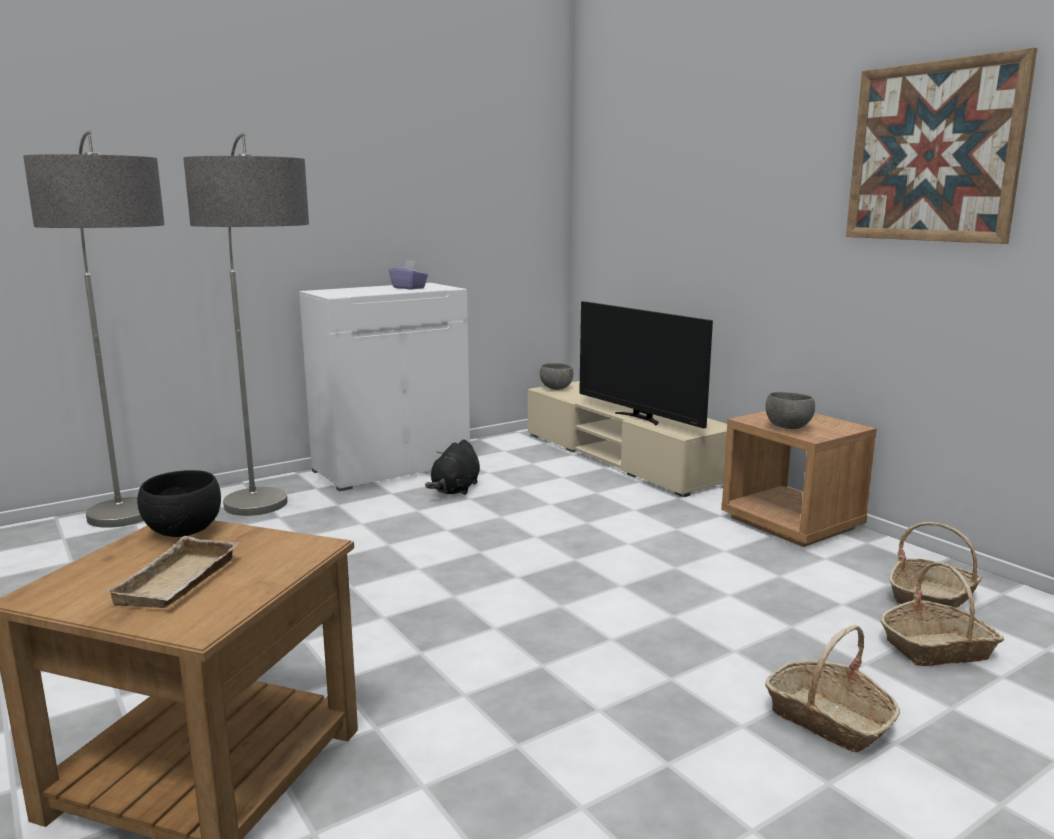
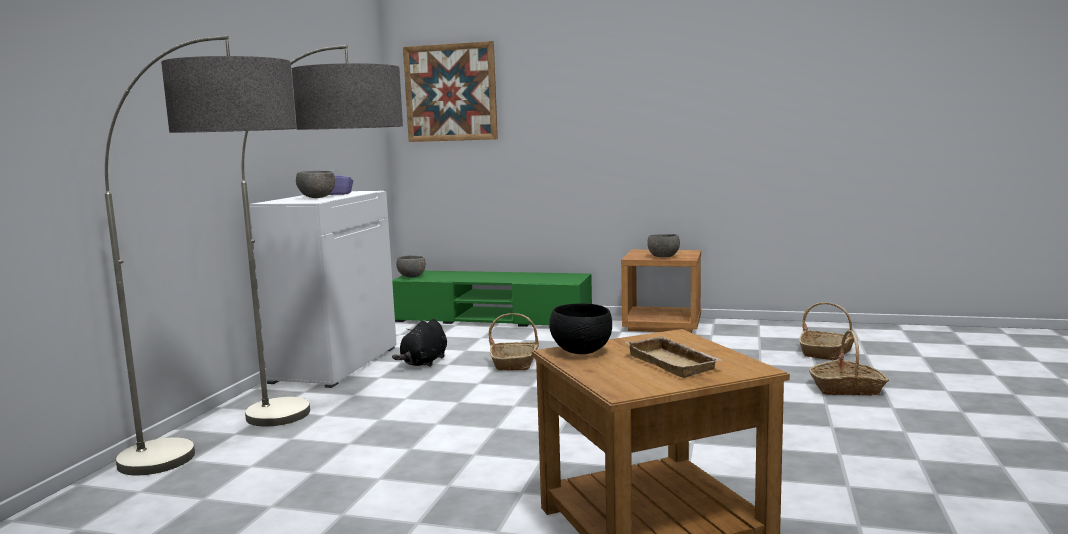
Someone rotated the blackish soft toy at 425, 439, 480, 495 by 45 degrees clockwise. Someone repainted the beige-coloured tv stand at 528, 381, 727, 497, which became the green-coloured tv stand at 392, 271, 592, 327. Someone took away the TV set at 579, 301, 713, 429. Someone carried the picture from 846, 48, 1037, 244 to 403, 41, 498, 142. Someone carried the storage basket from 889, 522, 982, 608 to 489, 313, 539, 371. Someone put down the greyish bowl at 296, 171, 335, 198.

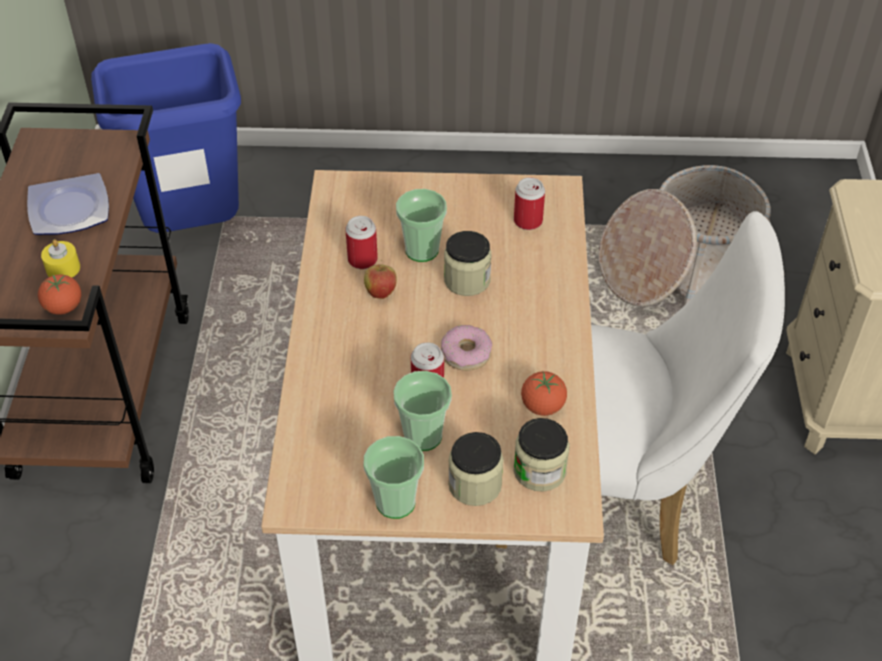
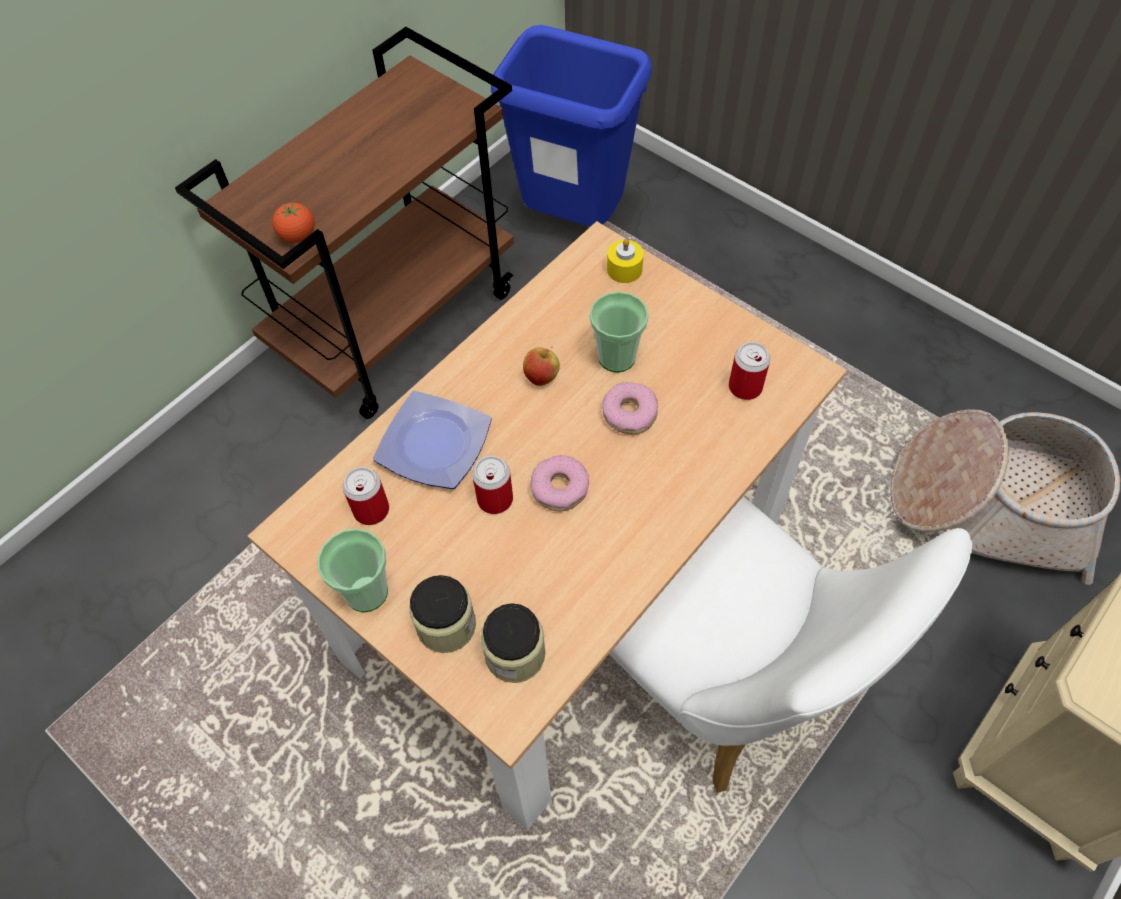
Someone carried the plate from 27, 173, 109, 235 to 373, 390, 492, 489. Someone carried the yellow wax candle from 41, 239, 80, 278 to 607, 239, 644, 283. Someone carried the can from 345, 216, 378, 269 to 343, 467, 389, 525. Someone took away the drinking cup at 393, 371, 452, 451. Someone swapped the jar at 444, 231, 492, 296 for the doughnut at 602, 382, 658, 434. Someone took away the fresh tomato at 521, 371, 567, 416.

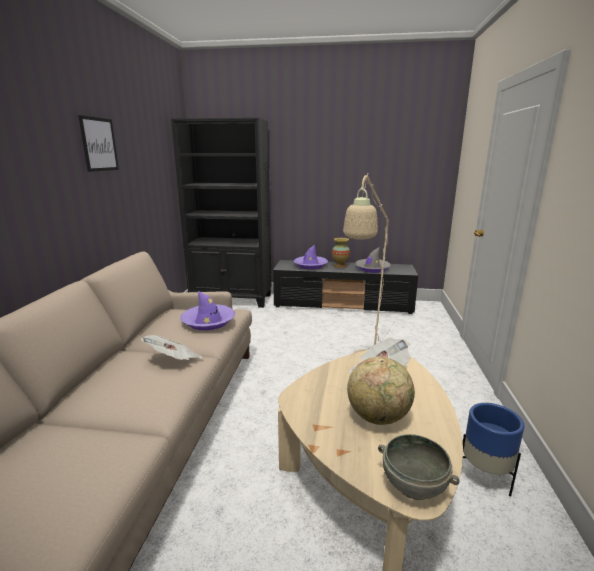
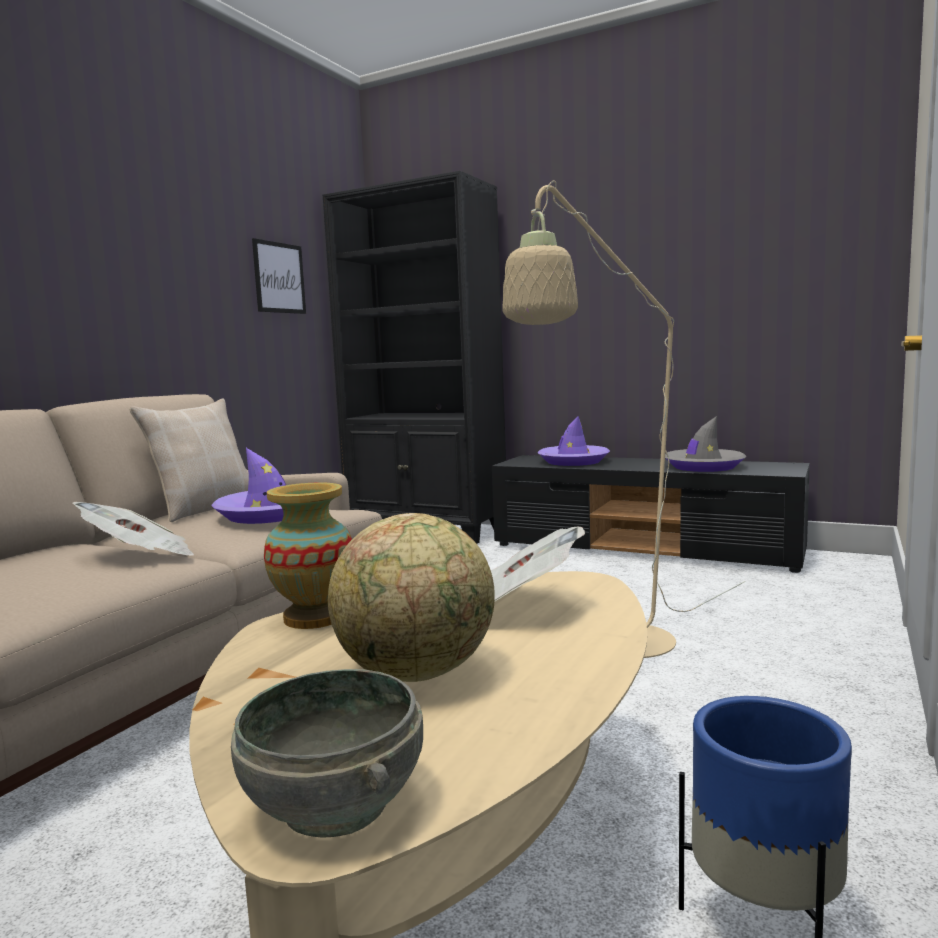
Someone carried the picture from 78, 115, 119, 172 to 252, 238, 306, 314. Someone carried the decorative vase from 332, 238, 350, 268 to 264, 482, 352, 629. Someone put down the beige-coloured cushion at 129, 398, 249, 522.

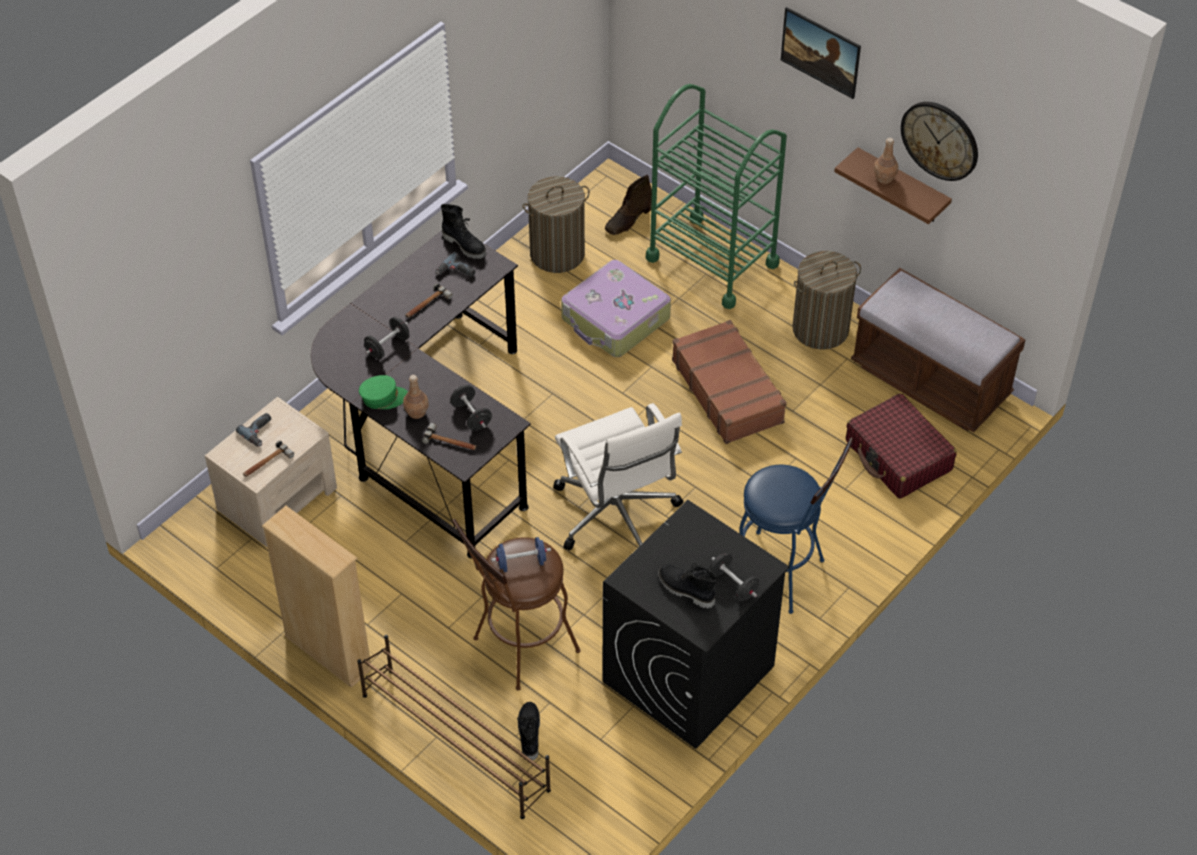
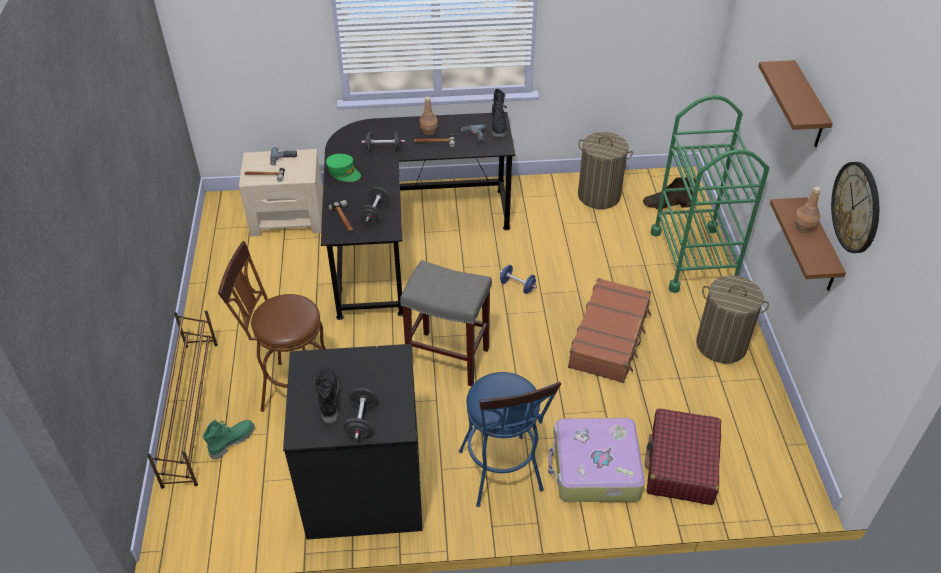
Someone took away the beige-coloured shelving unit at 262, 506, 372, 688. Someone carried the brownish drink bottle from 403, 375, 429, 419 to 419, 97, 438, 135. Someone carried the bluish free weight from 491, 537, 551, 572 to 499, 265, 537, 294. Someone repainted the blackish high-top boot at 517, 702, 540, 760, which became the green-coloured high-top boot at 203, 420, 255, 459. Someone swapped the white-coloured office chair at 553, 403, 684, 551 for the greyish stool at 400, 260, 492, 386. Someone carried the travel case from 561, 260, 671, 357 to 548, 418, 645, 502. Someone swapped the picture at 781, 7, 861, 99 for the brownish wall shelf at 758, 60, 833, 147. Someone took away the brownish indoor bench at 851, 268, 1026, 433.

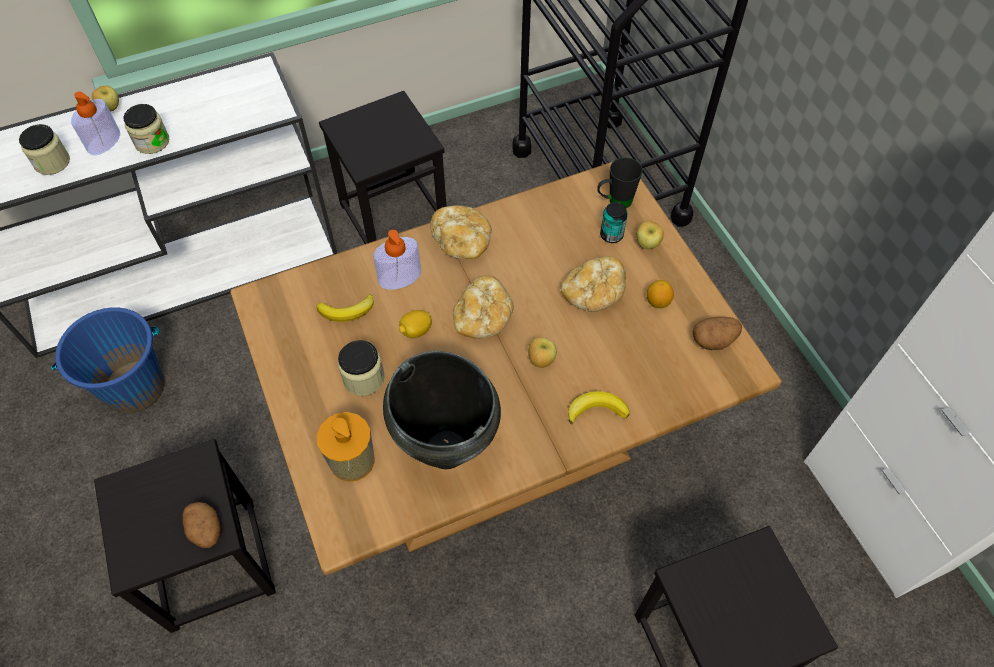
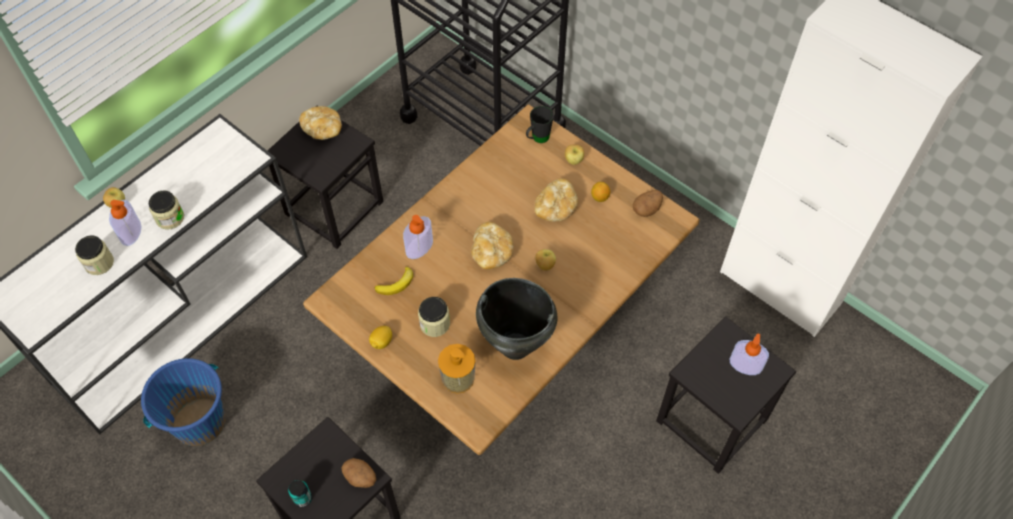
Someone carried the citrus fruit from 399, 310, 432, 338 to 369, 326, 392, 349. Someone carried the bread from 430, 205, 492, 259 to 299, 106, 342, 140. Someone took away the banana at 568, 391, 630, 424. Someone carried the can from 600, 202, 628, 243 to 288, 480, 312, 507. Someone put down the liquid soap bottle at 730, 333, 769, 375.

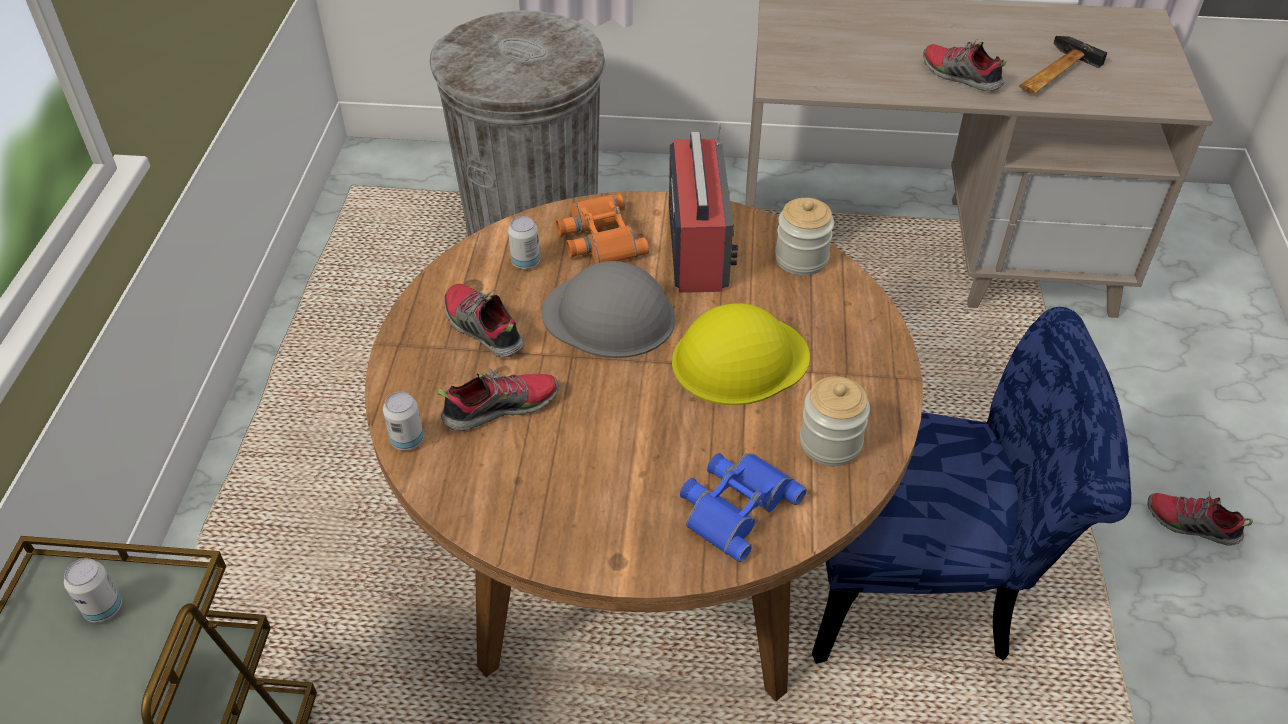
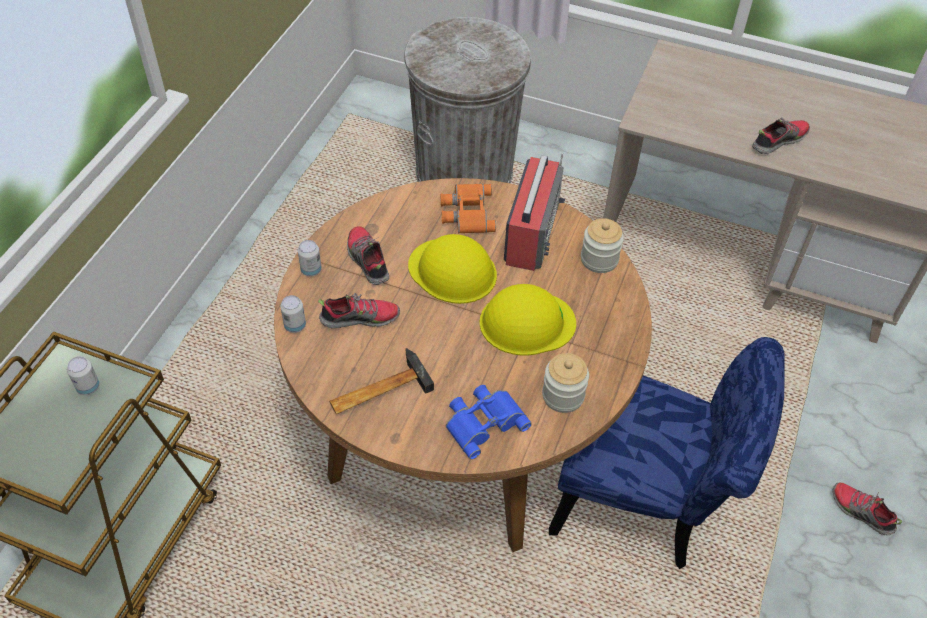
Someone carried the can from 508, 216, 540, 269 to 298, 240, 322, 277. Someone repainted the greyish hard hat at 542, 261, 675, 358, which became the yellow hard hat at 408, 234, 497, 304. Someone rotated the item of footwear at 923, 39, 1007, 91 by 90 degrees clockwise. Someone carried the hammer from 1019, 36, 1107, 94 to 329, 348, 434, 414.

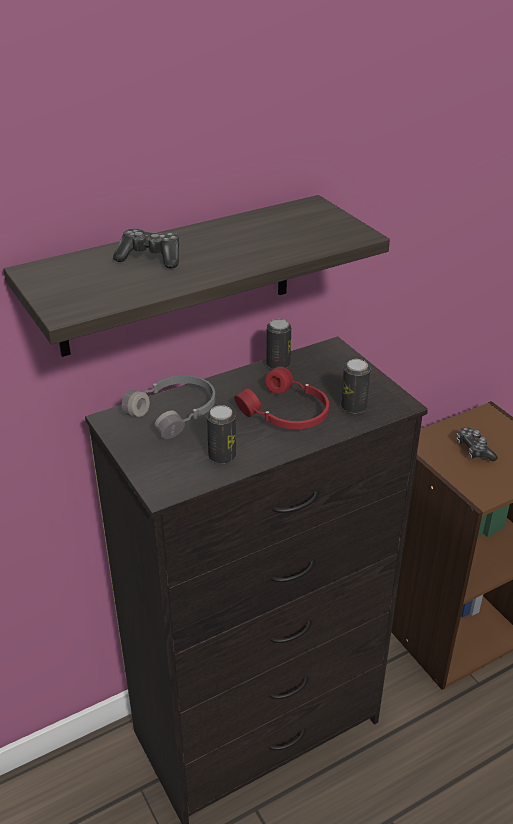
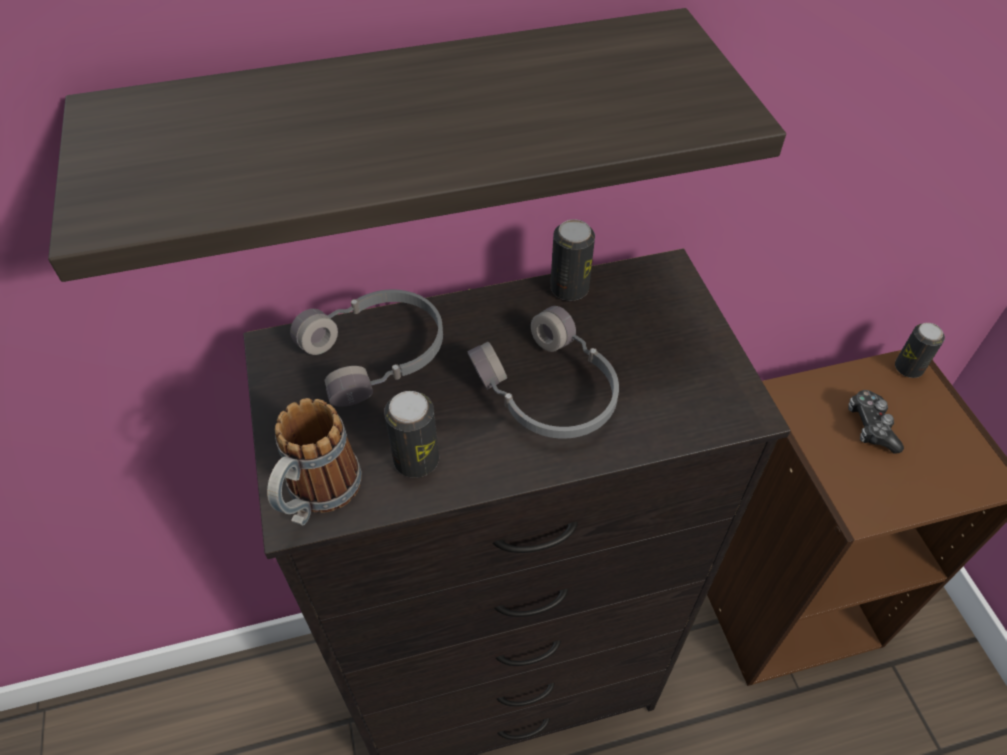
Someone took away the joypad at 113, 228, 179, 268. Someone repainted the reddish headset at 234, 366, 329, 429, which became the greyish headset at 468, 306, 619, 439. Someone carried the can from 341, 359, 371, 414 to 895, 323, 945, 378. Someone put down the tea mug at 267, 398, 362, 526.

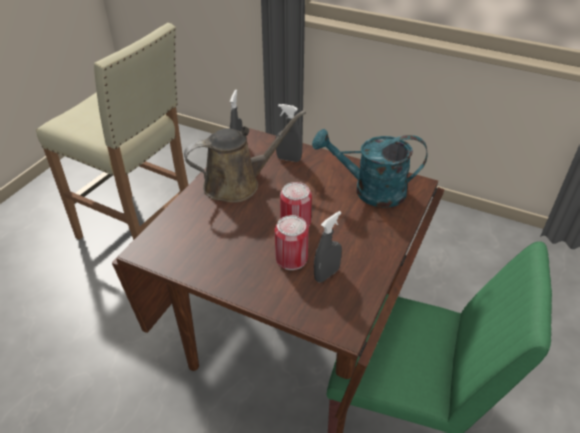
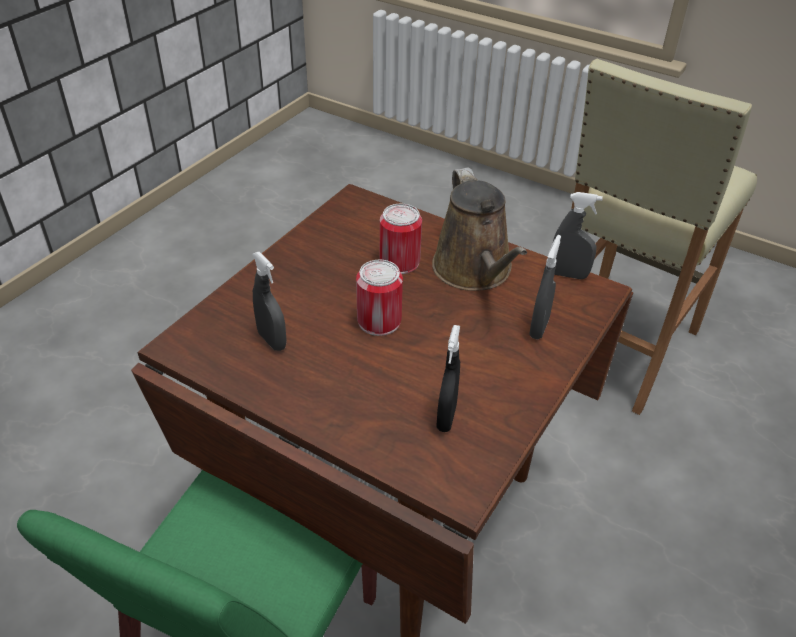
Someone carried the can from 275, 215, 309, 270 to 380, 204, 422, 274. Someone swapped the turquoise watering can at 312, 129, 428, 208 for the blackish spray bottle at 436, 325, 460, 432.

